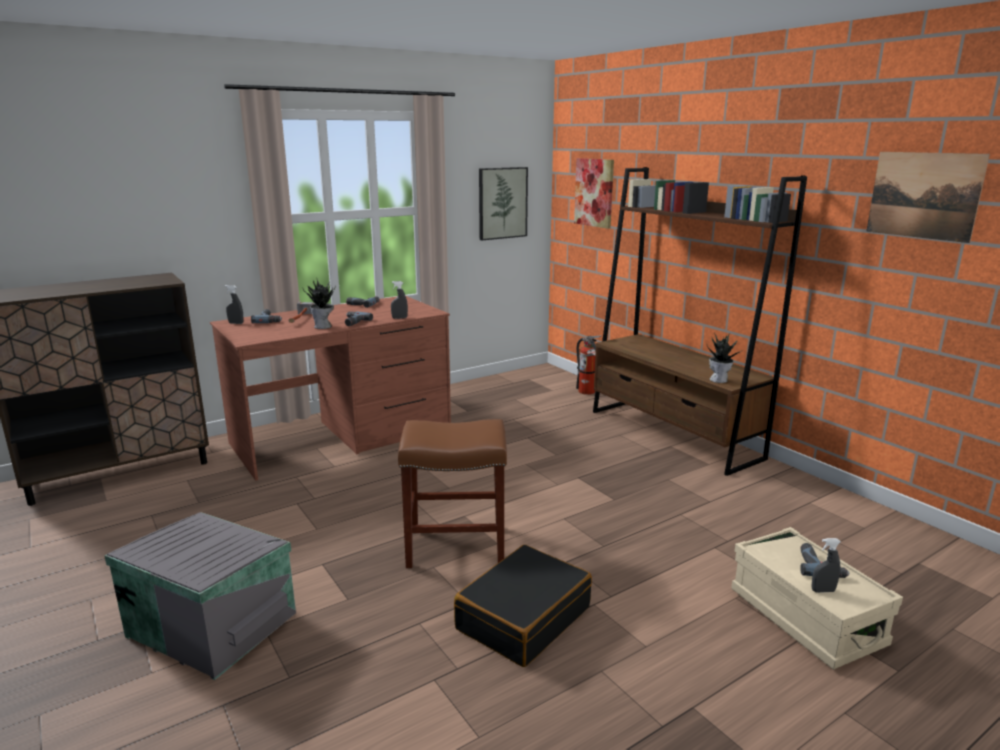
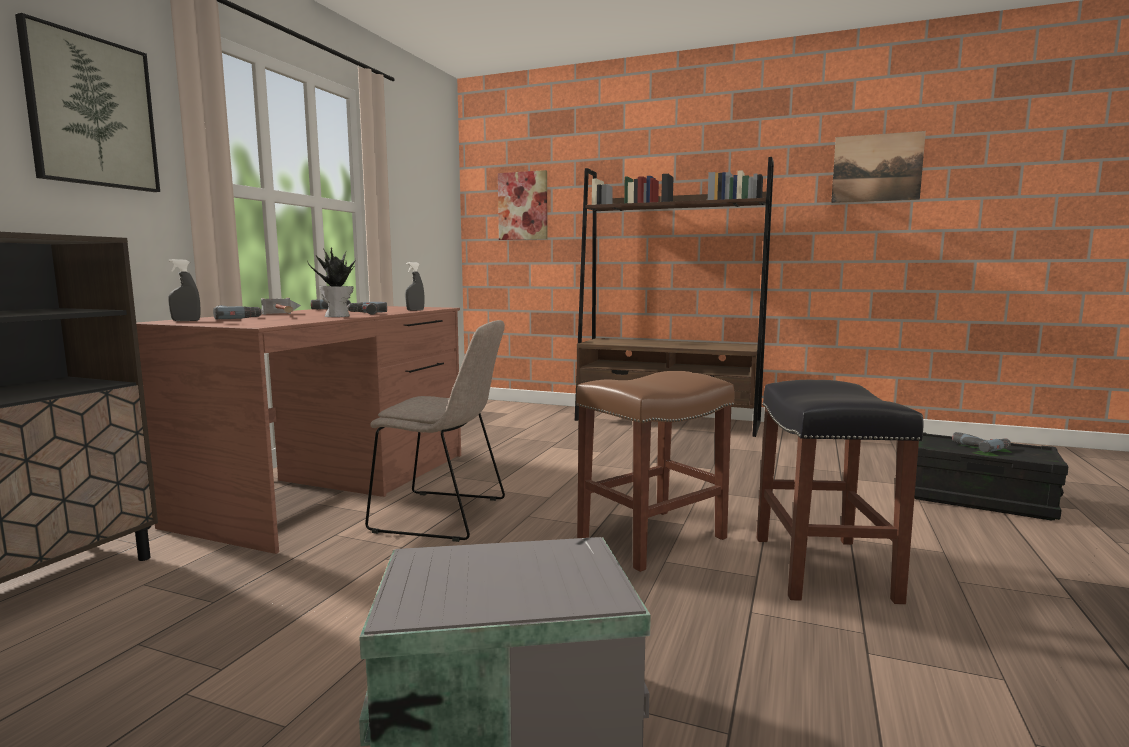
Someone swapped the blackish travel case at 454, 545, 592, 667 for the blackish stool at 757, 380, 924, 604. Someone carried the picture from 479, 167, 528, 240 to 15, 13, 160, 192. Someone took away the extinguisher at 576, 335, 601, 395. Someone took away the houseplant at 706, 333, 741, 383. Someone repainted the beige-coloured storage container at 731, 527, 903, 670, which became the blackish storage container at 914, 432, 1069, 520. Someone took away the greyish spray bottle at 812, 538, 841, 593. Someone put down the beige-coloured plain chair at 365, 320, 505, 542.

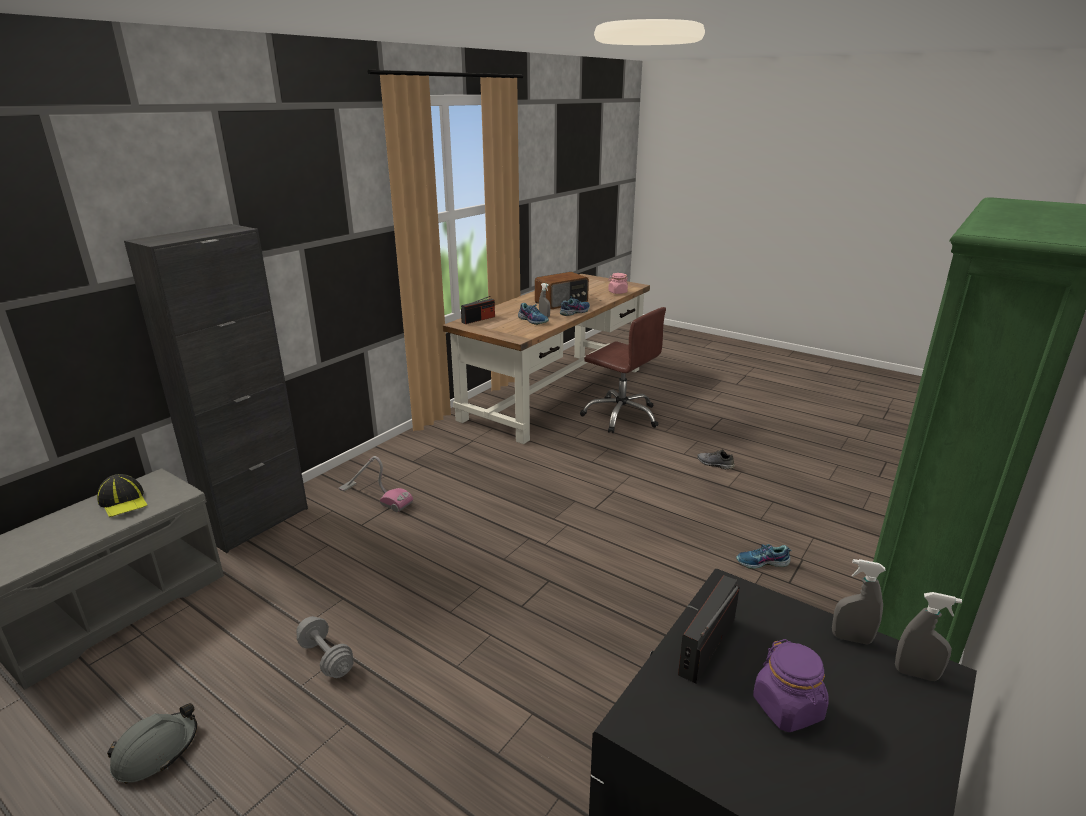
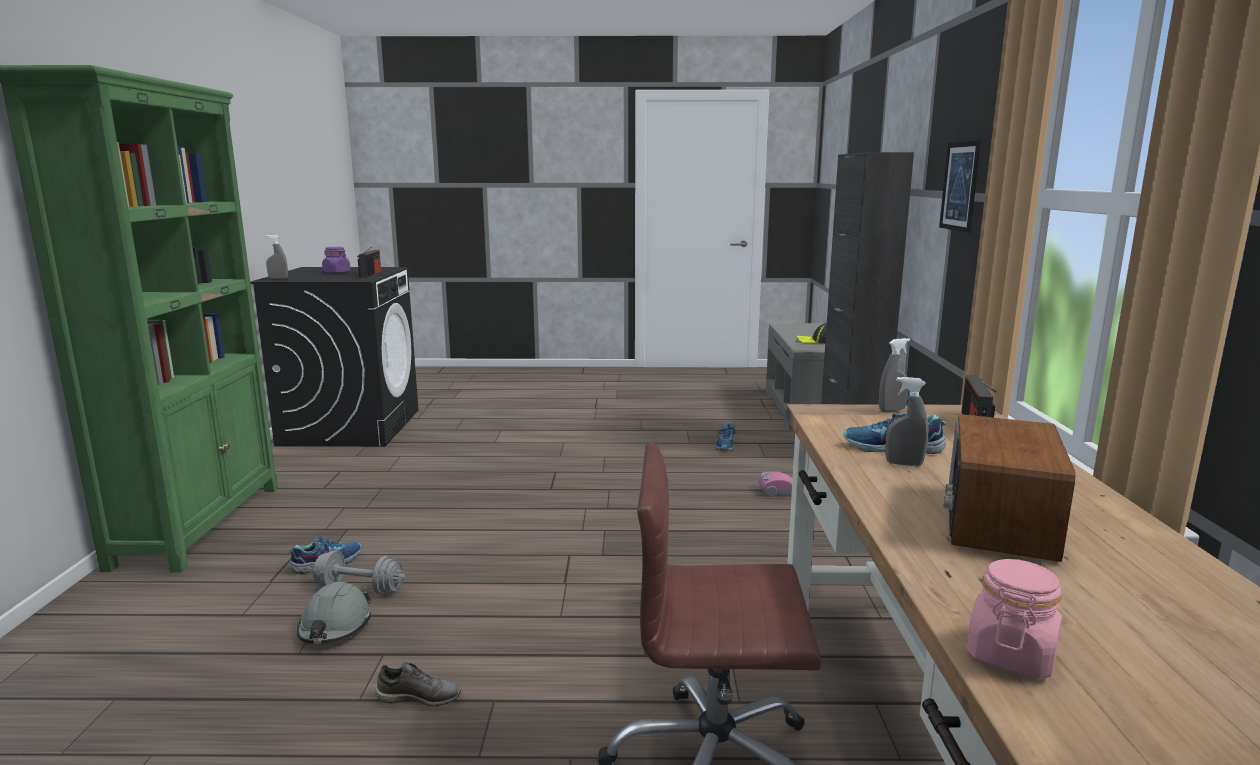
Someone carried the greyish hard hat from 107, 703, 197, 784 to 297, 582, 372, 644. Someone carried the greyish free weight from 296, 616, 354, 678 to 312, 550, 405, 595. Someone carried the item of footwear from 560, 295, 590, 316 to 715, 422, 737, 451. Someone carried the greyish spray bottle from 832, 559, 886, 645 to 879, 338, 910, 412. Someone put up the picture at 939, 140, 981, 233.

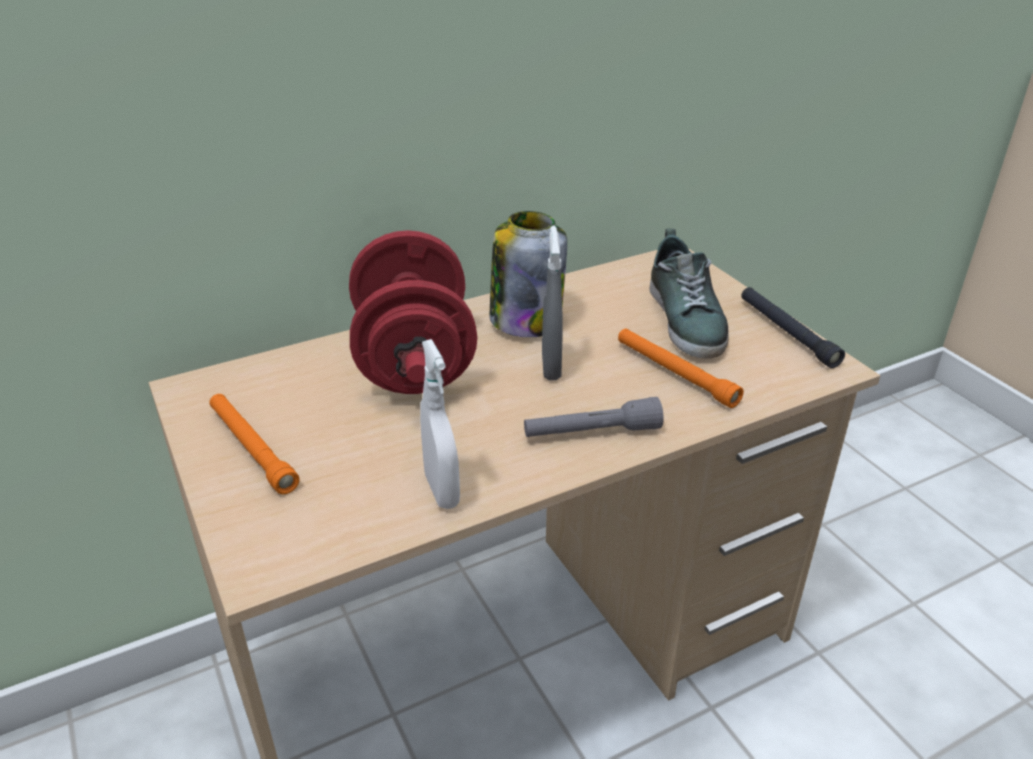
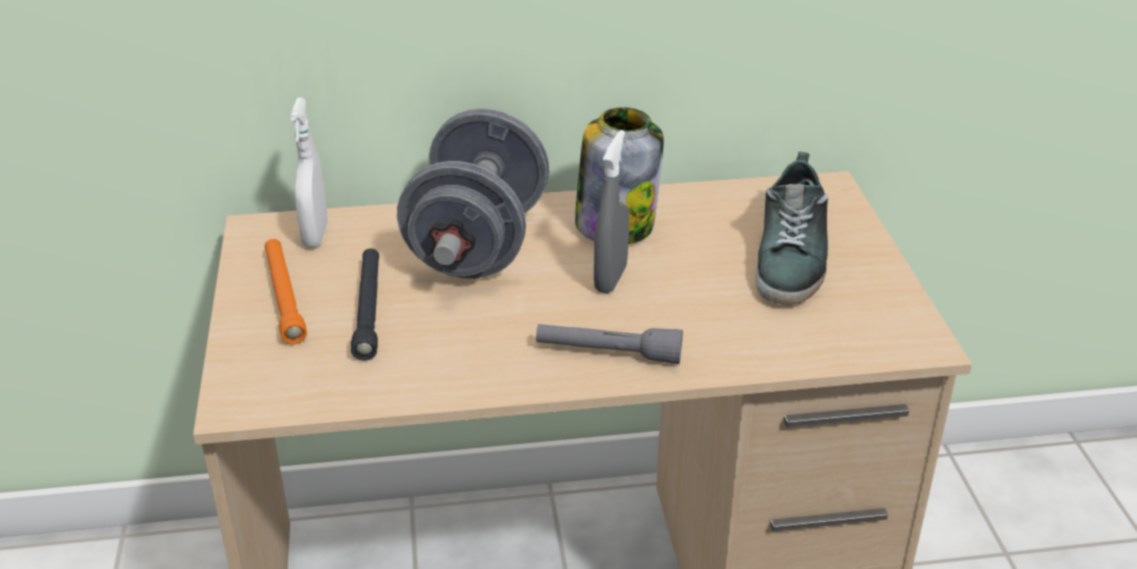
Someone repainted the reddish free weight at 349, 230, 477, 394, which became the greyish free weight at 397, 108, 549, 279. Someone carried the white-coloured spray bottle from 420, 339, 460, 509 to 290, 98, 328, 247. Someone took away the orange hand torch at 618, 328, 744, 408. Someone carried the blackish hand torch from 741, 287, 845, 368 to 351, 248, 379, 361.

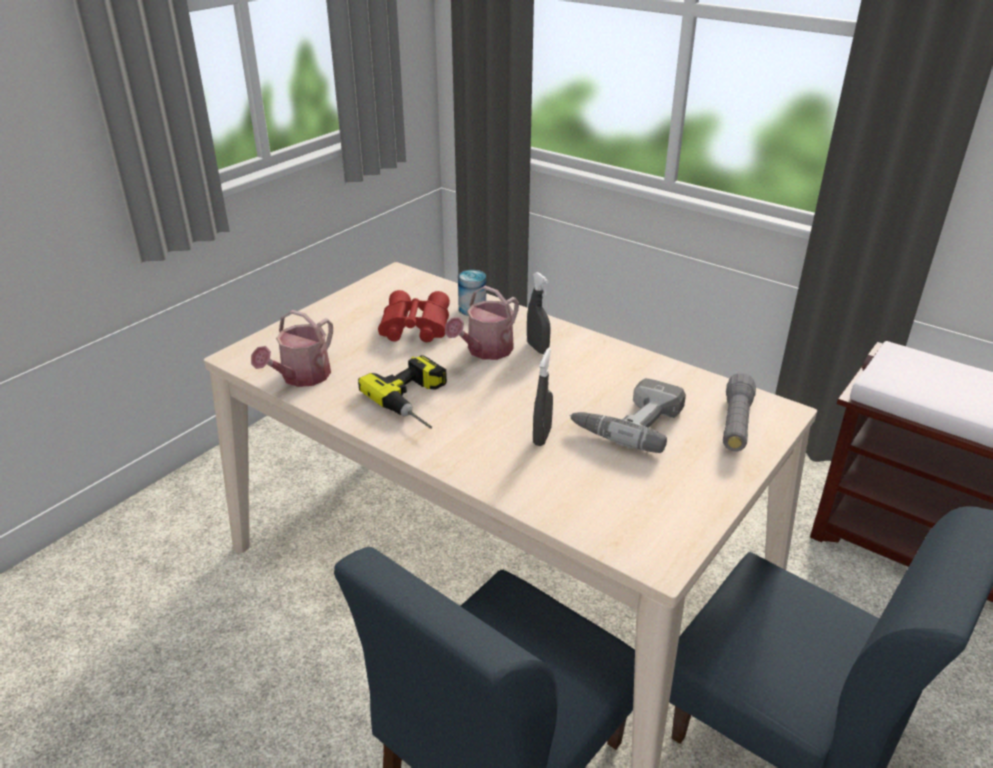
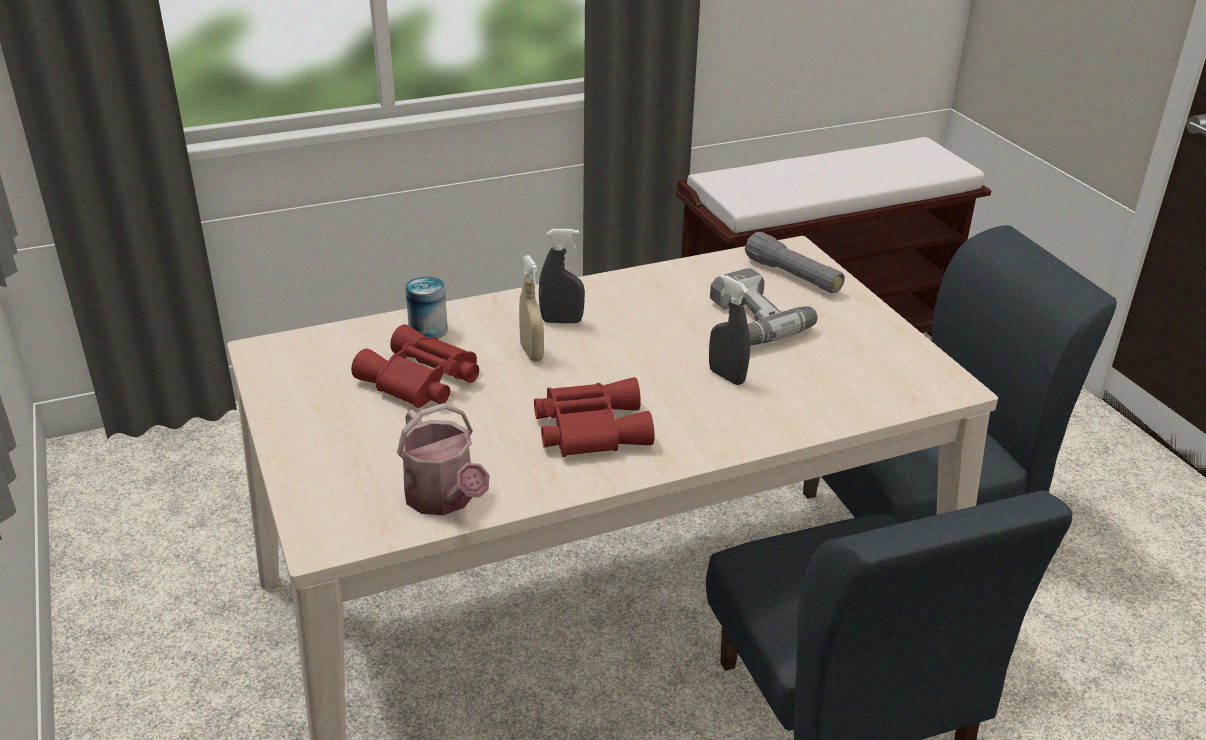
Someone swapped the power drill at 358, 355, 447, 429 for the reddish binoculars at 534, 377, 654, 457. Someone swapped the watering can at 445, 286, 519, 360 for the beige-coloured spray bottle at 519, 255, 544, 362.

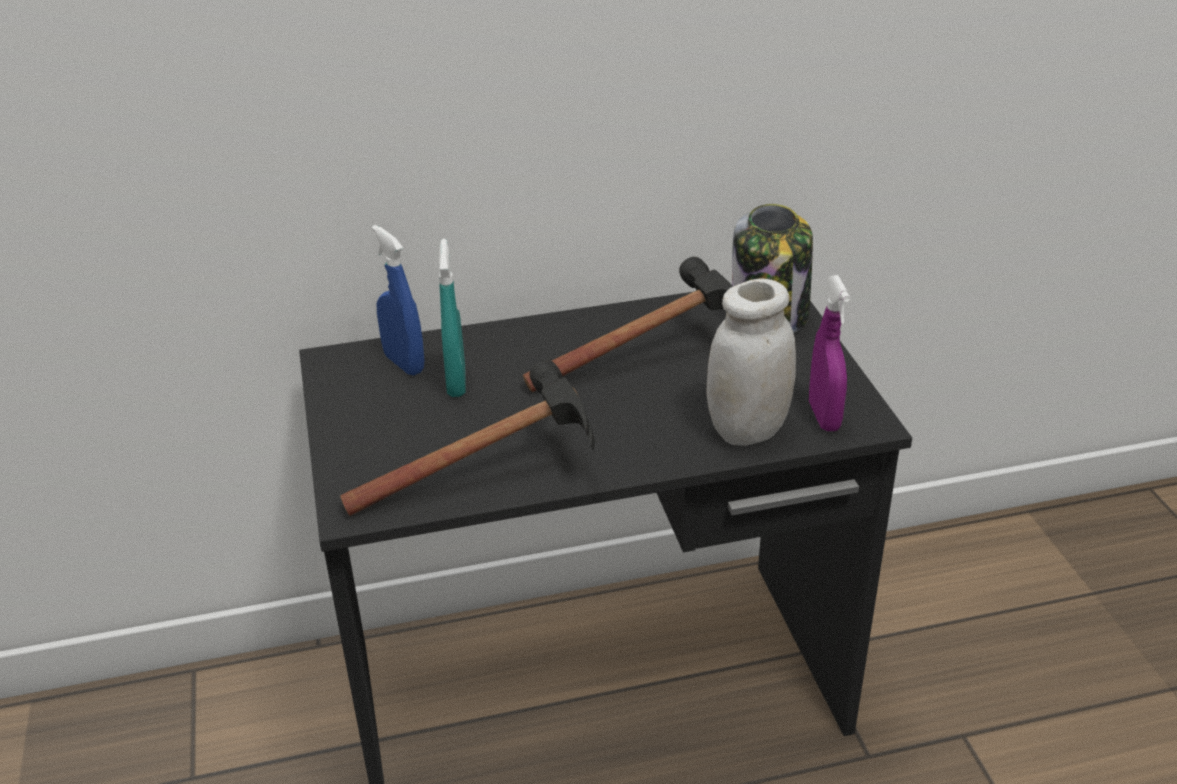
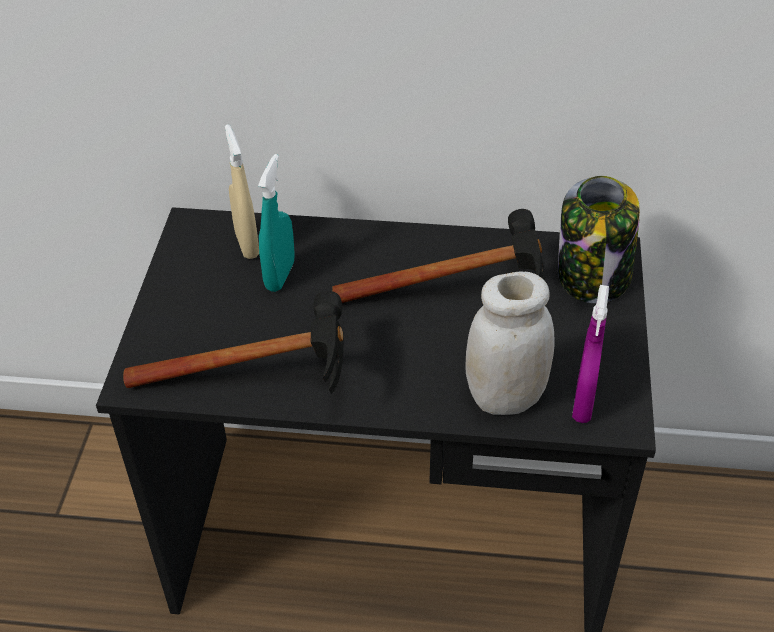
Someone repainted the bluish spray bottle at 372, 225, 424, 375, which became the beige-coloured spray bottle at 225, 124, 259, 259.

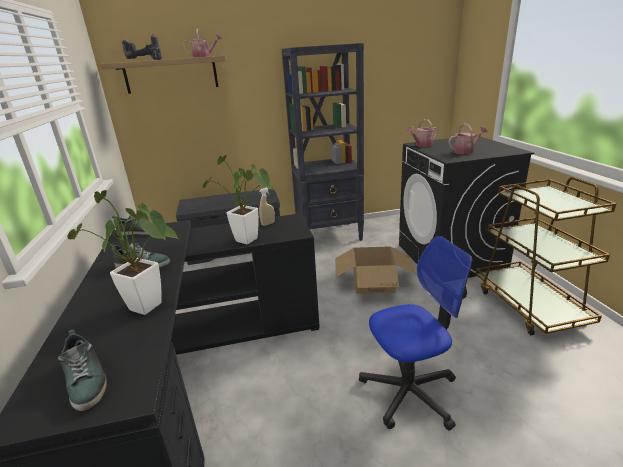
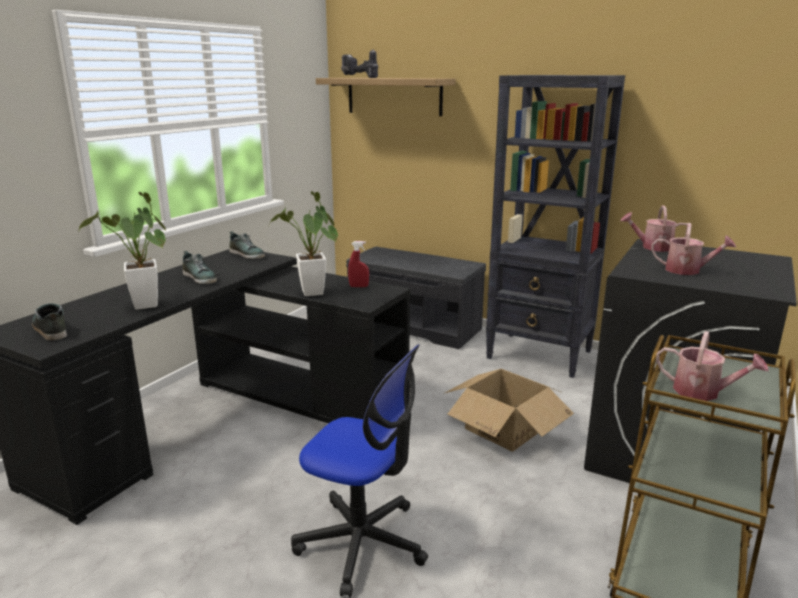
Someone rotated the item of footwear at 58, 329, 107, 411 by 135 degrees clockwise. Someone carried the watering can from 182, 29, 223, 57 to 656, 331, 769, 401. Someone repainted the beige-coloured spray bottle at 259, 187, 275, 226, which became the reddish spray bottle at 348, 241, 369, 287.

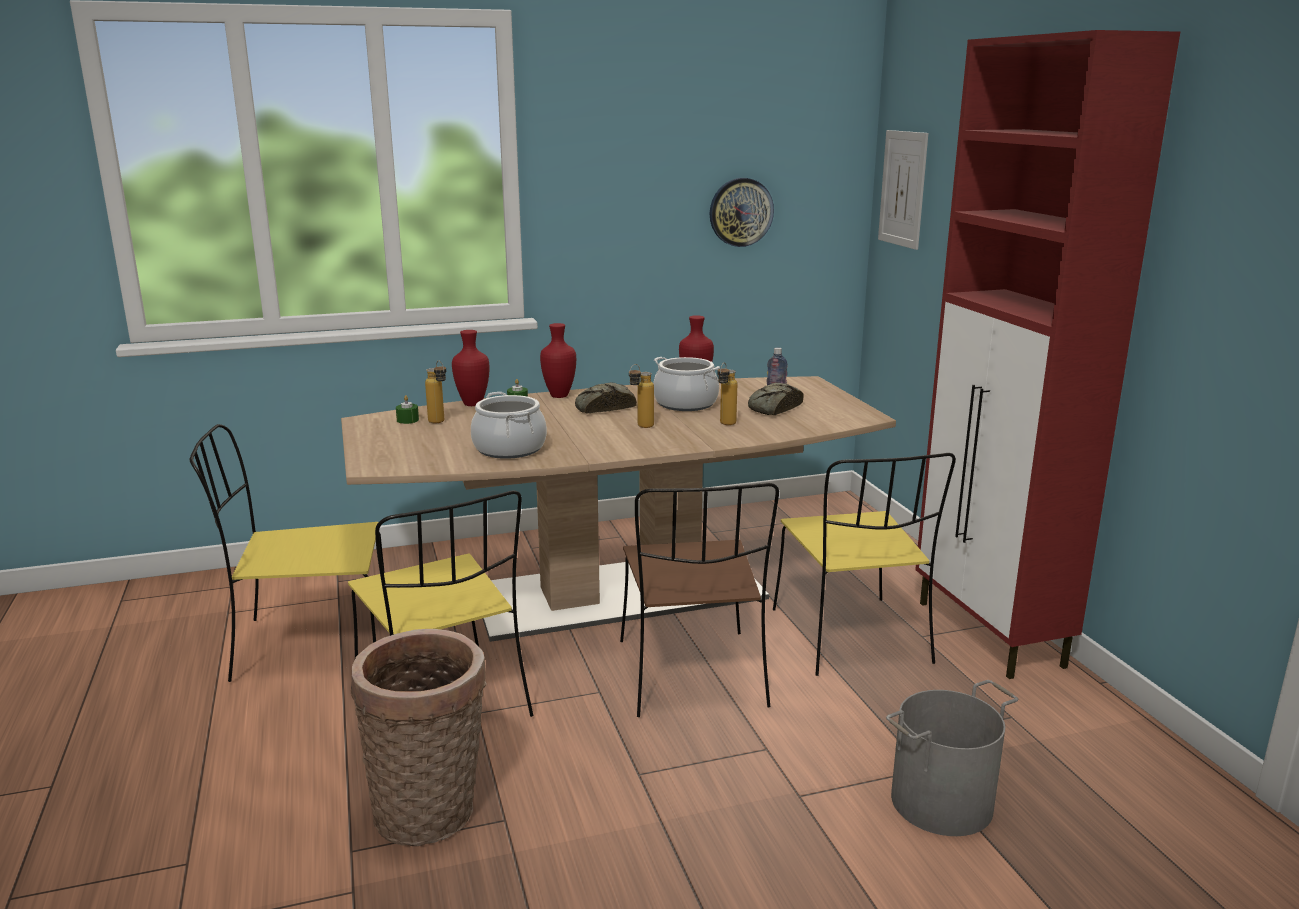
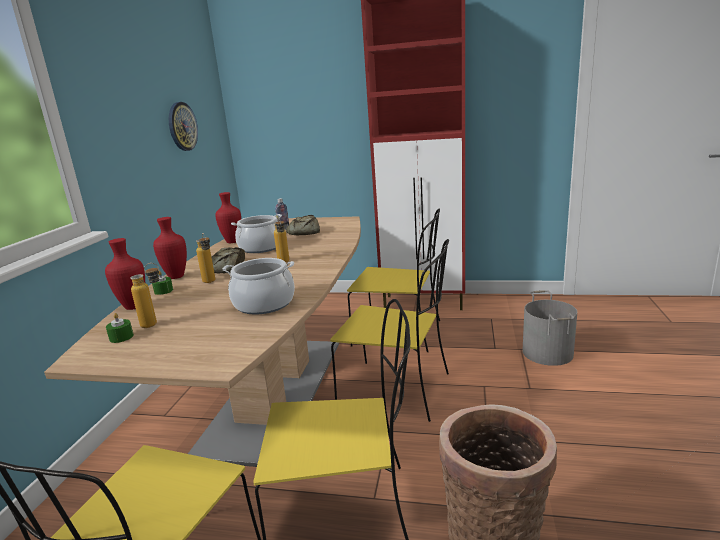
Someone repainted the brownish plain chair at 620, 483, 779, 717, which became the yellow plain chair at 330, 239, 449, 422. Someone carried the drink bottle from 717, 362, 737, 425 to 196, 233, 215, 283. Someone took away the picture at 878, 130, 928, 250.

